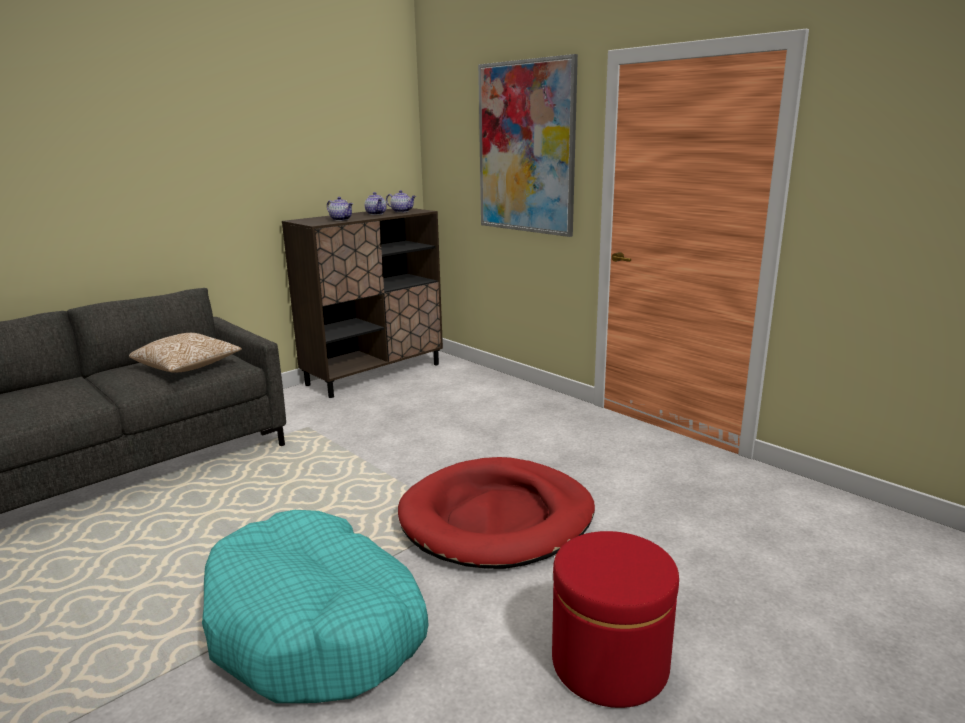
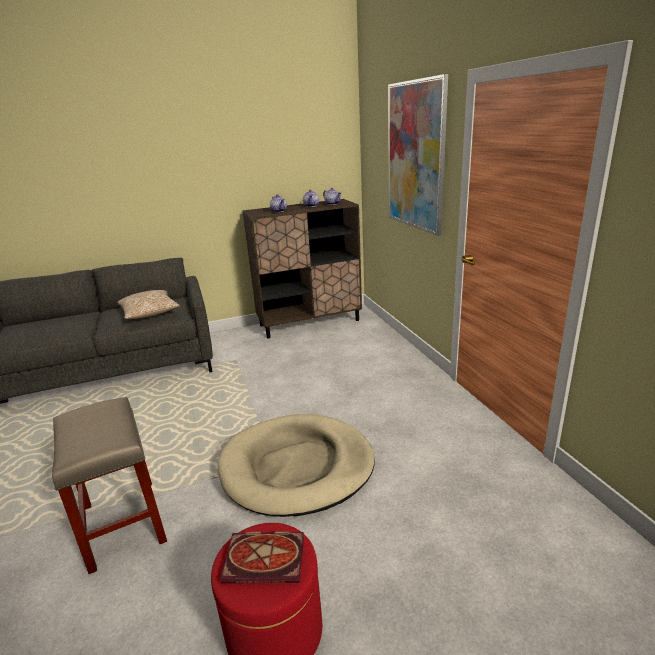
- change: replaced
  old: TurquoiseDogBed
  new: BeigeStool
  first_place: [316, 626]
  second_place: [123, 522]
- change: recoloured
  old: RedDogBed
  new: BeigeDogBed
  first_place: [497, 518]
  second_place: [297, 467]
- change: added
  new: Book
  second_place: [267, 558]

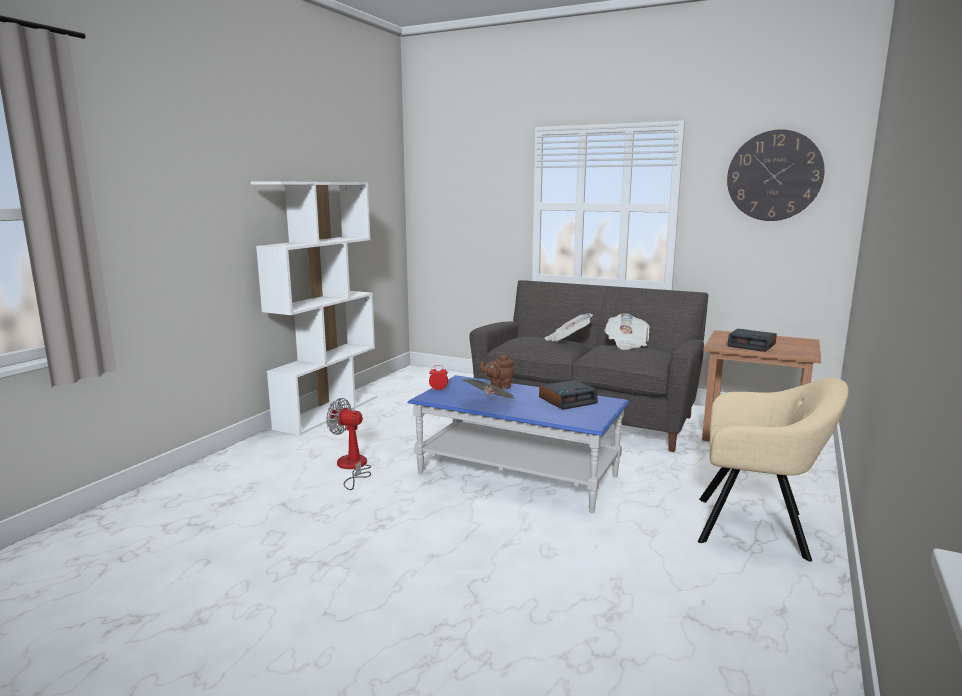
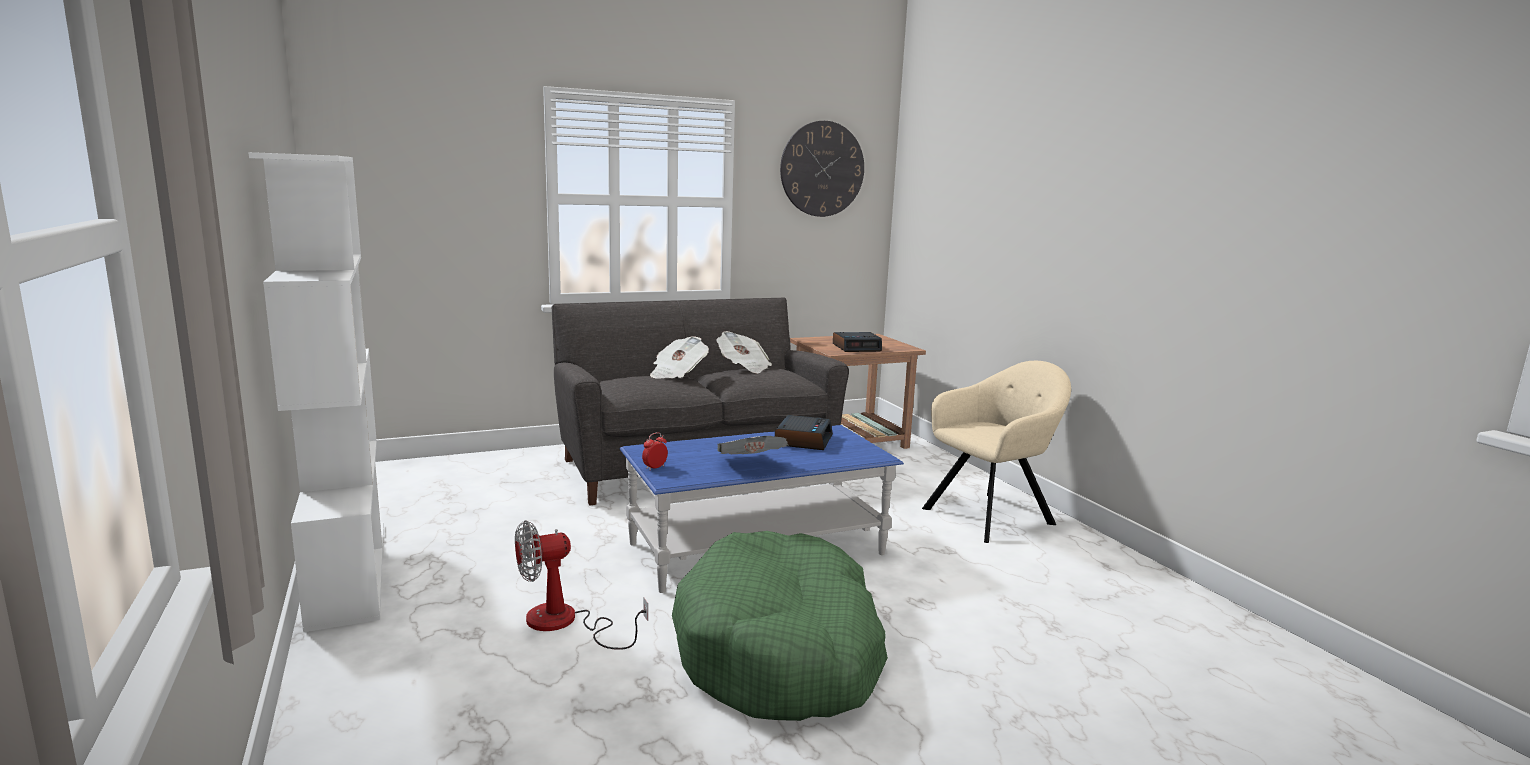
- change: added
  new: GreenDogBed
  second_place: [780, 651]
- change: removed
  old: BrownTeapot
  first_place: [498, 387]

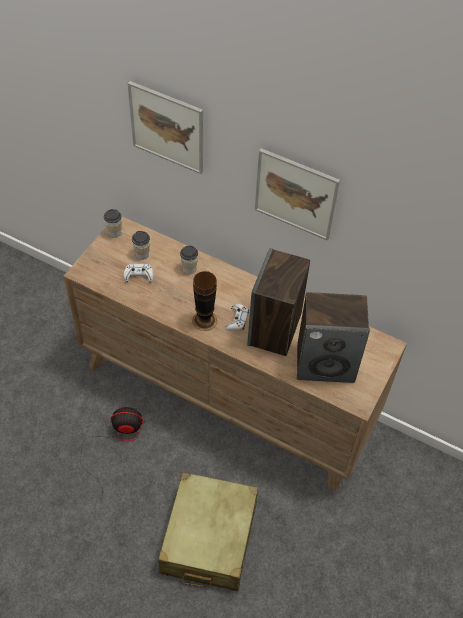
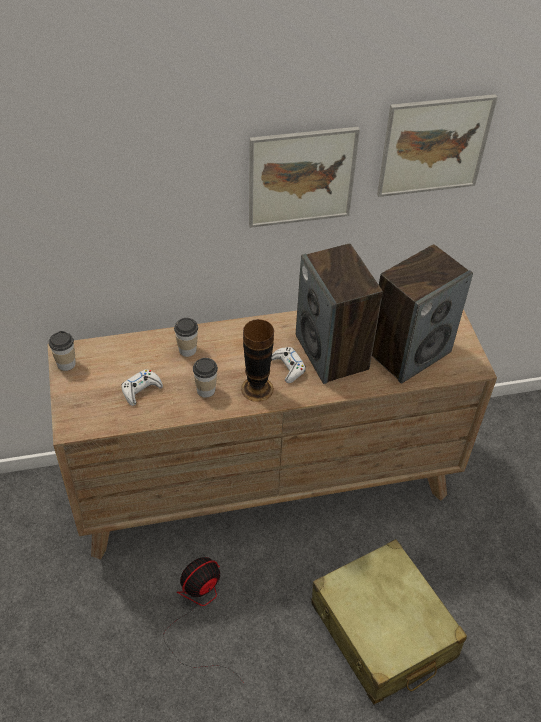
- change: moved
  old: Cup
  first_place: [142, 254]
  second_place: [206, 390]
- change: moved
  old: Picture
  first_place: [167, 127]
  second_place: [434, 145]

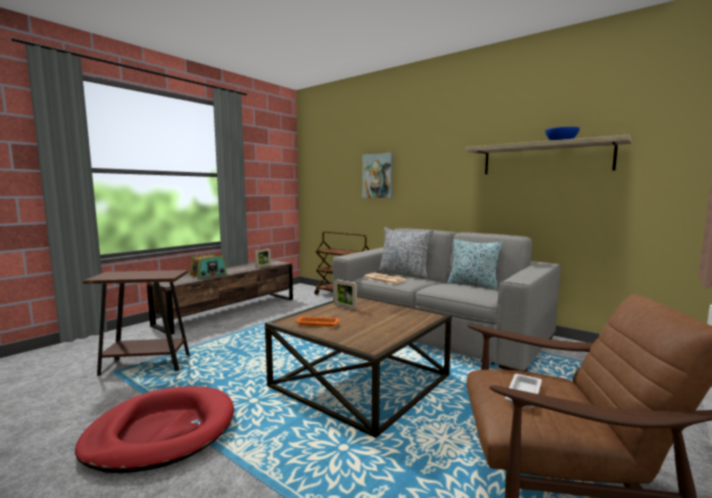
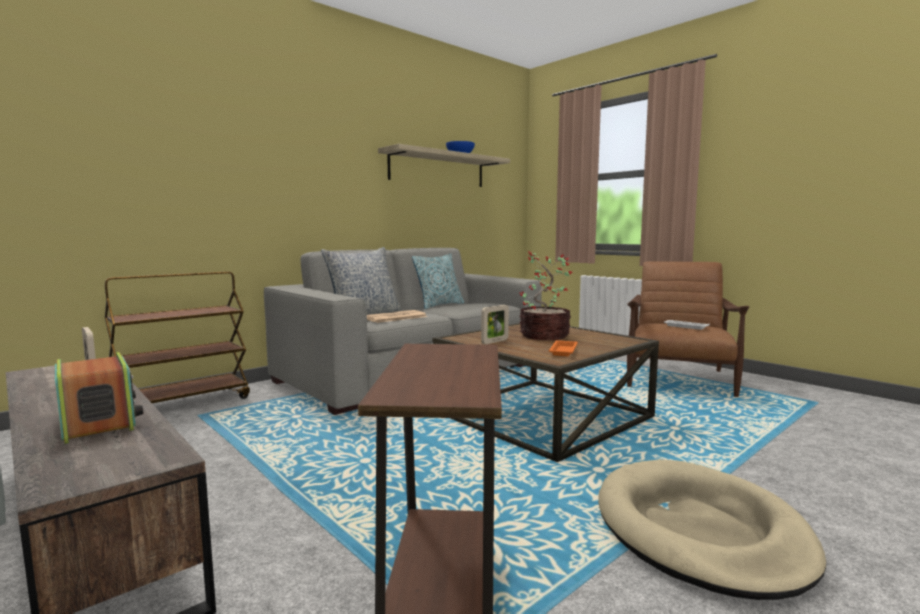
- change: added
  new: PottedPlant
  second_place: [543, 336]
- change: recoloured
  old: RedDogBed
  new: BeigeDogBed
  first_place: [161, 432]
  second_place: [699, 531]
- change: removed
  old: Picture
  first_place: [377, 176]

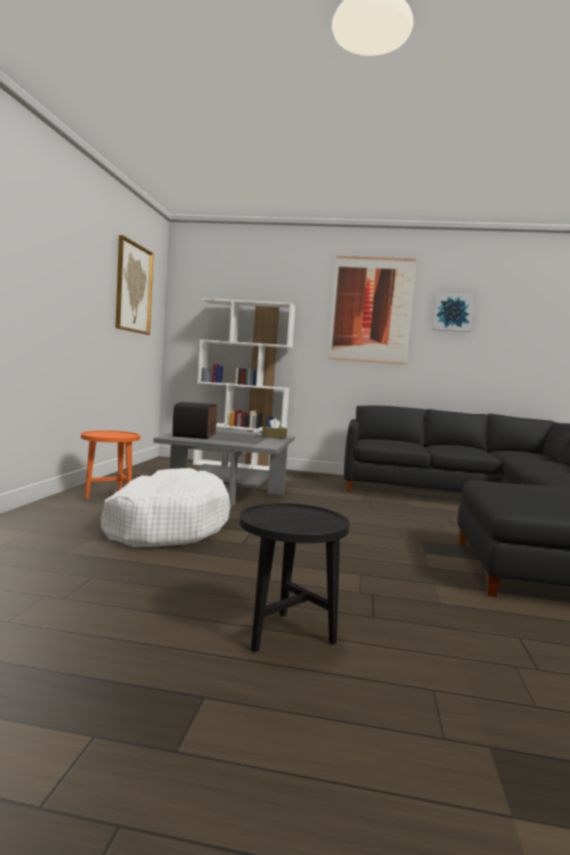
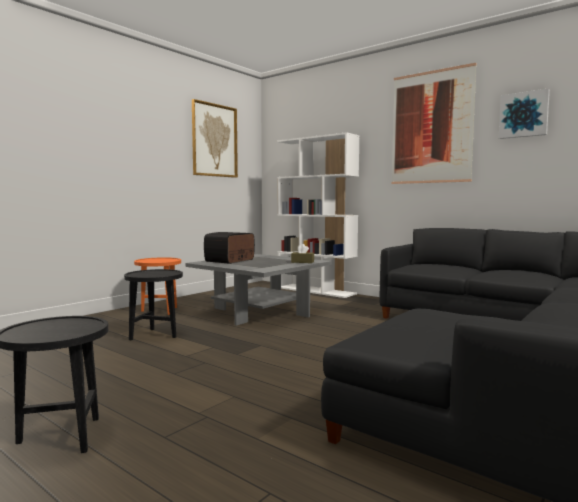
- change: replaced
  old: WhiteDogBed
  new: BlackSideTable
  first_place: [165, 526]
  second_place: [155, 336]

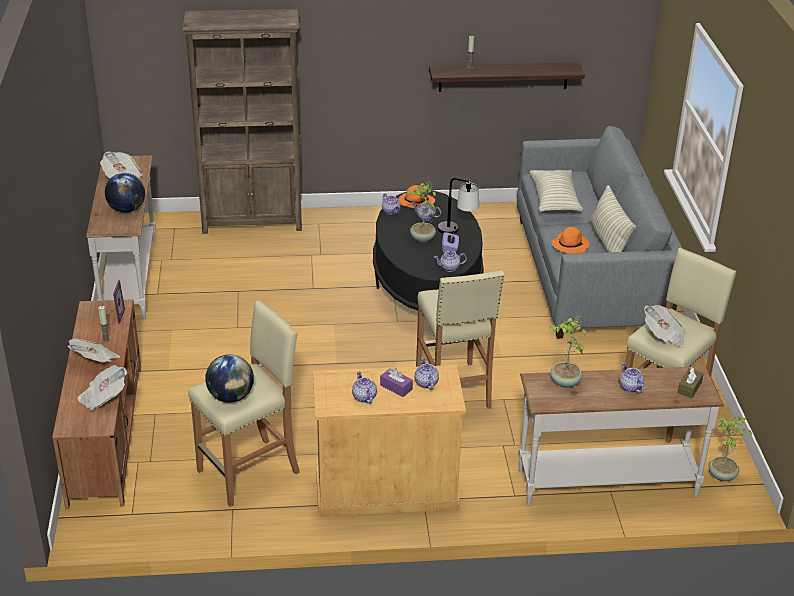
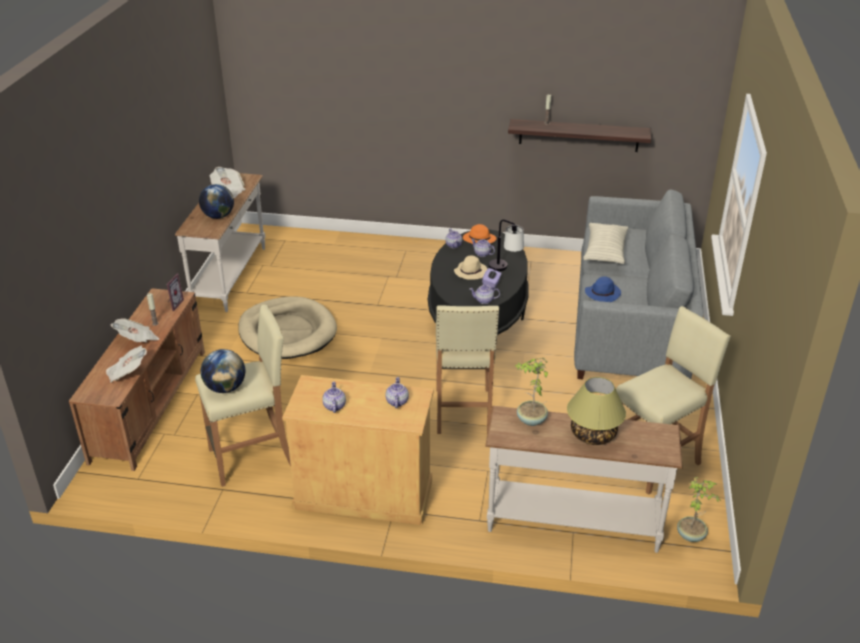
- change: added
  new: BeigeDogBed
  second_place: [287, 332]
- change: replaced
  old: PottedPlant
  new: BeigeHat
  first_place: [422, 239]
  second_place: [470, 272]
- change: replaced
  old: Teapot
  new: TableLamp
  first_place: [630, 387]
  second_place: [593, 435]
- change: recoloured
  old: OrangeHat
  new: BlueHat
  first_place: [570, 245]
  second_place: [603, 293]
- change: removed
  old: BrownBookcase
  first_place: [253, 222]
- change: removed
  old: PurpleTissueBox
  first_place: [396, 387]
- change: removed
  old: Pillow
  first_place: [608, 242]
- change: removed
  old: Newspaper
  first_place: [664, 336]
- change: removed
  old: BrownTissueBox
  first_place: [689, 388]

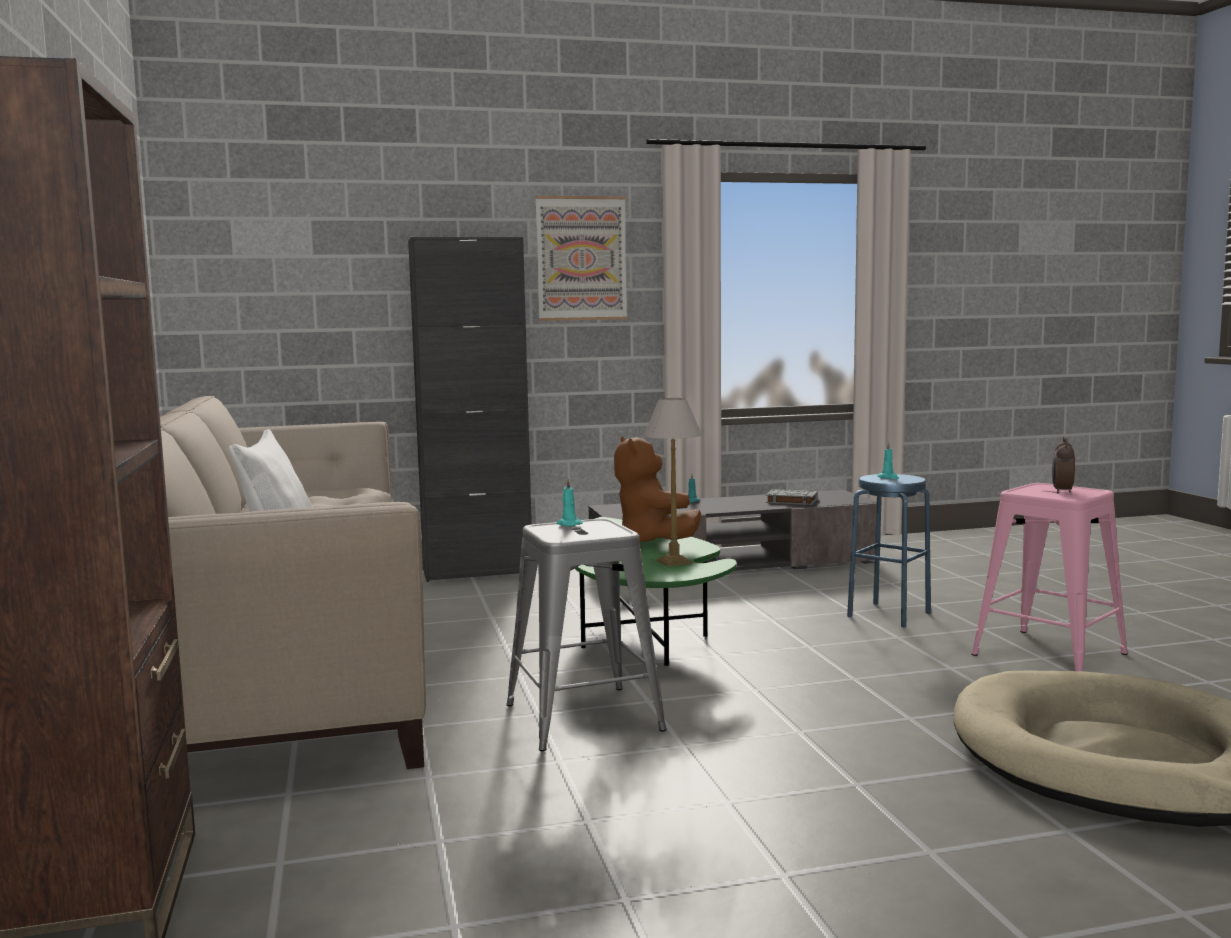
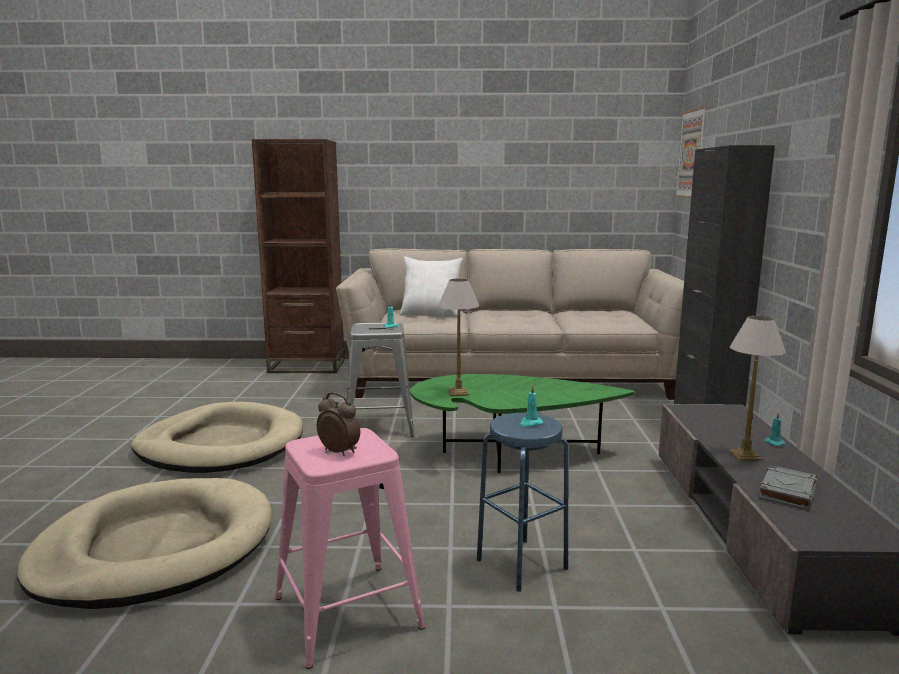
- change: added
  new: BeigeDogBed
  second_place: [221, 445]
- change: moved
  old: Picture
  first_place: [581, 258]
  second_place: [691, 154]
- change: added
  new: TableLamp
  second_place: [746, 455]
- change: removed
  old: BrownPlushToy
  first_place: [653, 542]

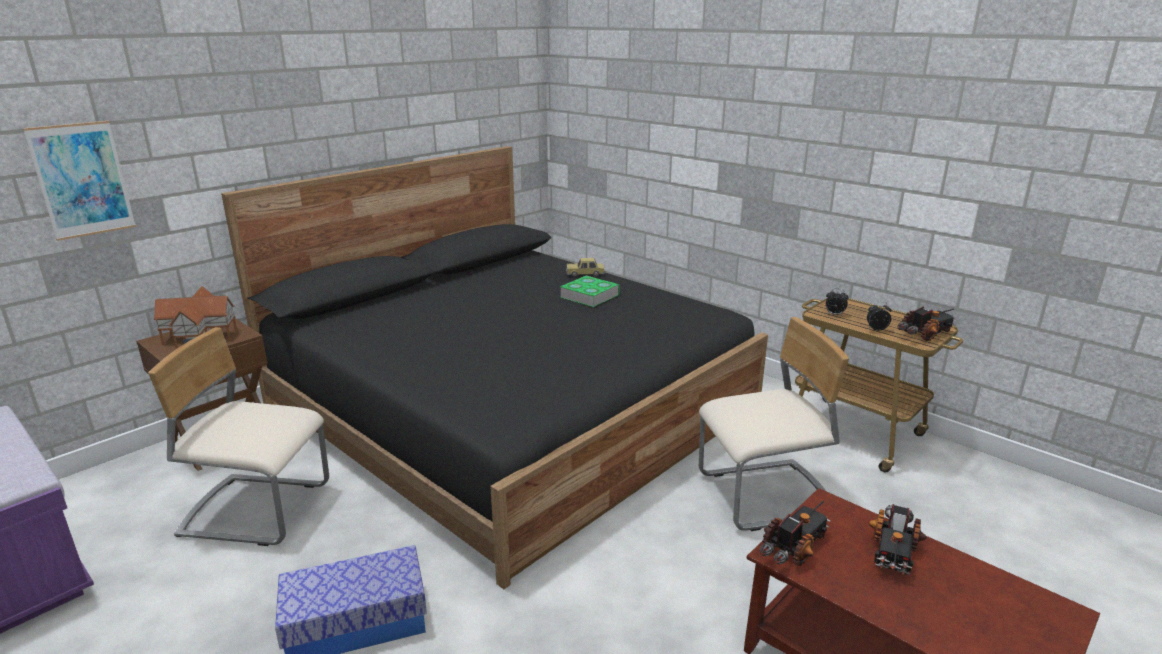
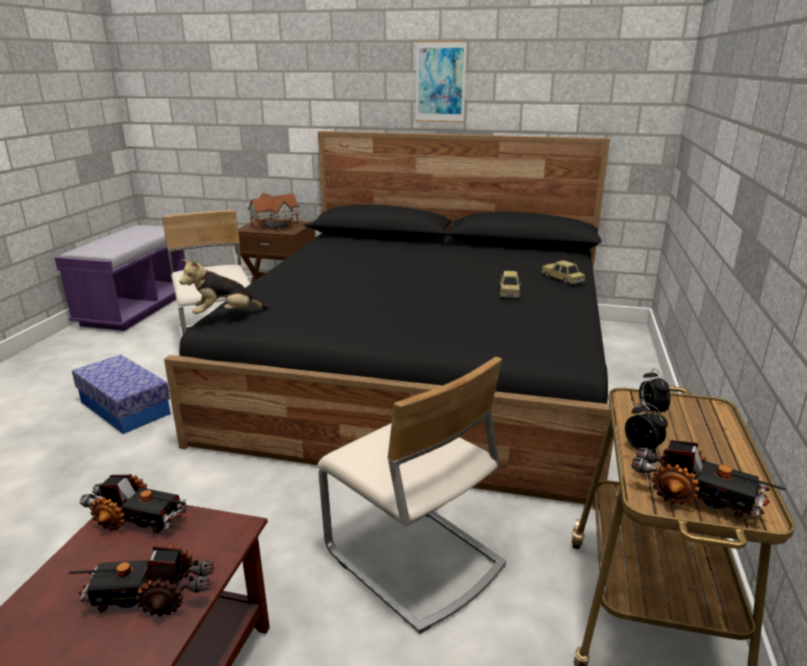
- change: added
  new: PlushToy
  second_place: [225, 315]
- change: moved
  old: Picture
  first_place: [82, 180]
  second_place: [440, 82]
- change: replaced
  old: Book
  new: ToyCar
  first_place: [589, 296]
  second_place: [509, 291]

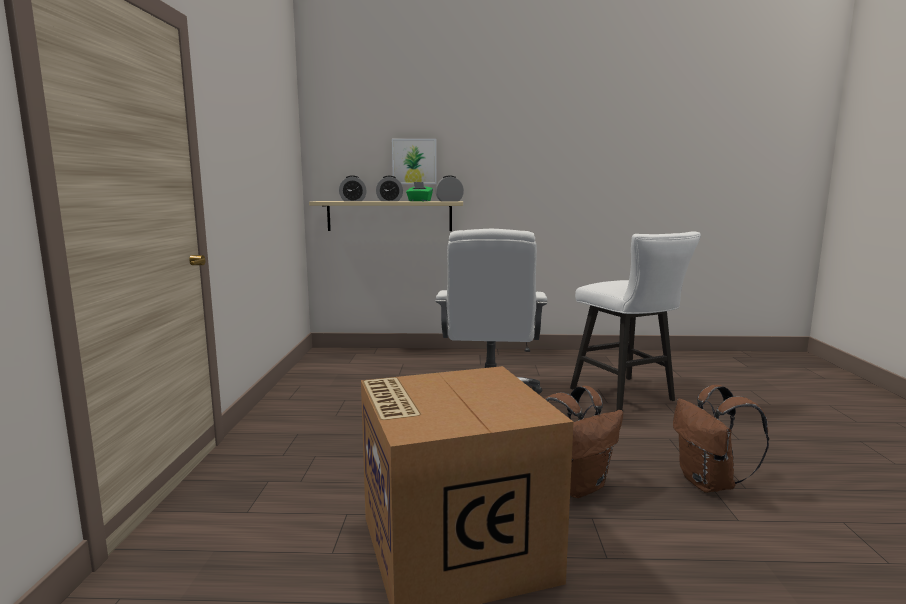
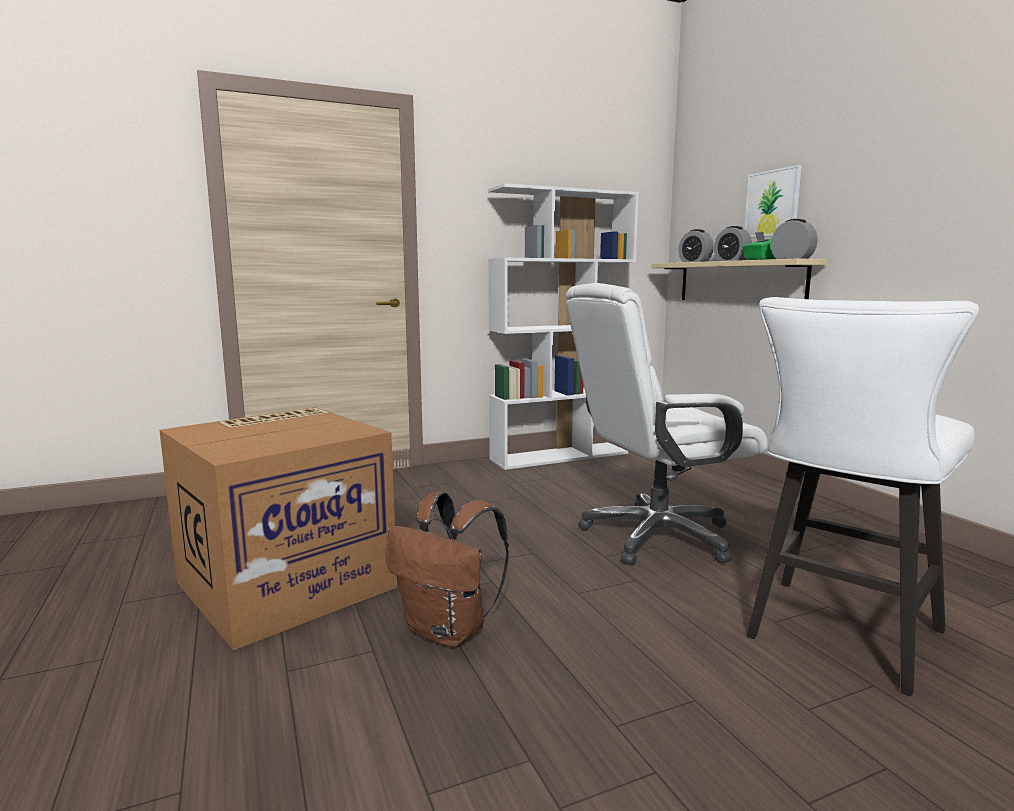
- change: added
  new: WhiteBookcase
  second_place: [560, 456]
- change: removed
  old: BrownBackpack
  first_place: [709, 484]

